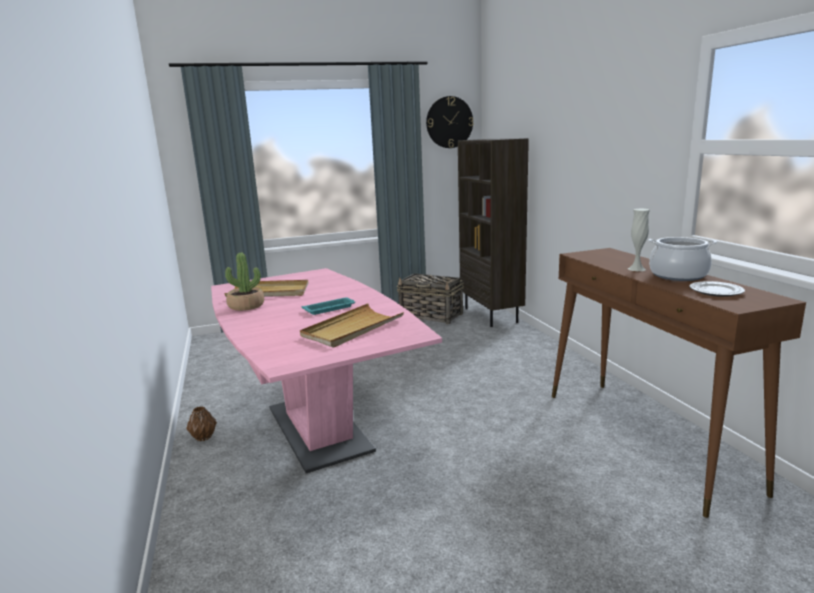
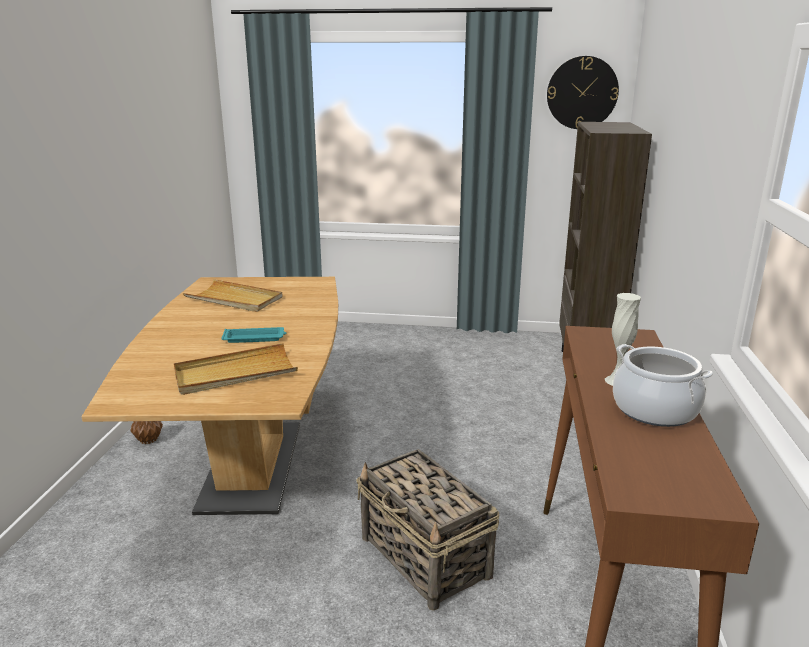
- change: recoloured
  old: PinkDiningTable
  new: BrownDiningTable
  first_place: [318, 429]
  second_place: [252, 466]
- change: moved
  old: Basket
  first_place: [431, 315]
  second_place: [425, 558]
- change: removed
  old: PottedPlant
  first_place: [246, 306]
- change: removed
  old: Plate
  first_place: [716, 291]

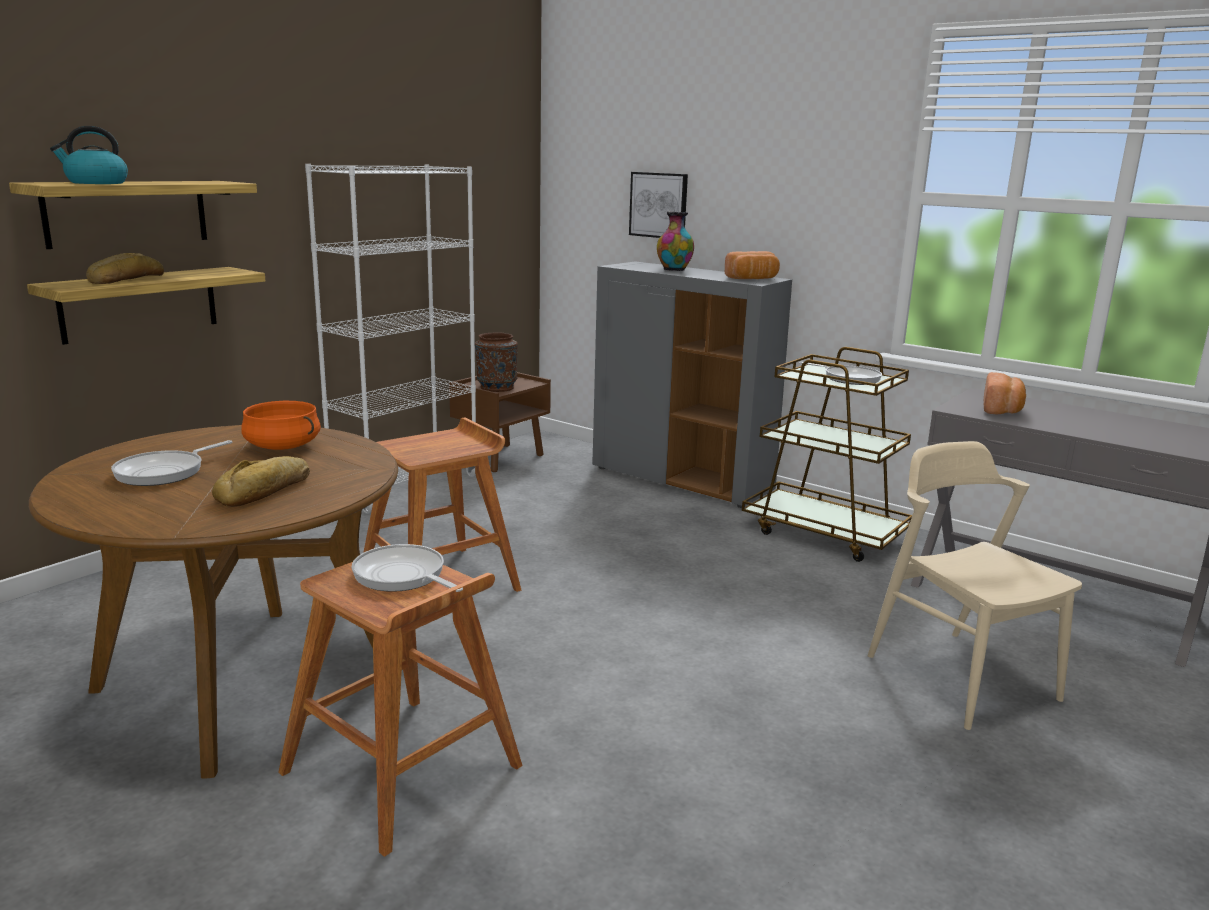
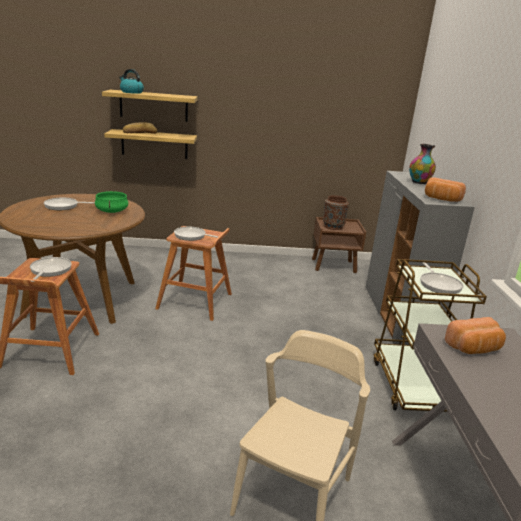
- change: recoloured
  old: OrangeCookingPot
  new: GreenCookingPot
  first_place: [282, 446]
  second_place: [111, 211]
- change: added
  new: FryingPan
  second_place: [191, 236]
- change: removed
  old: Bread
  first_place: [266, 490]
- change: removed
  old: WhiteBookcase
  first_place: [405, 488]
- change: removed
  old: Picture
  first_place: [659, 205]

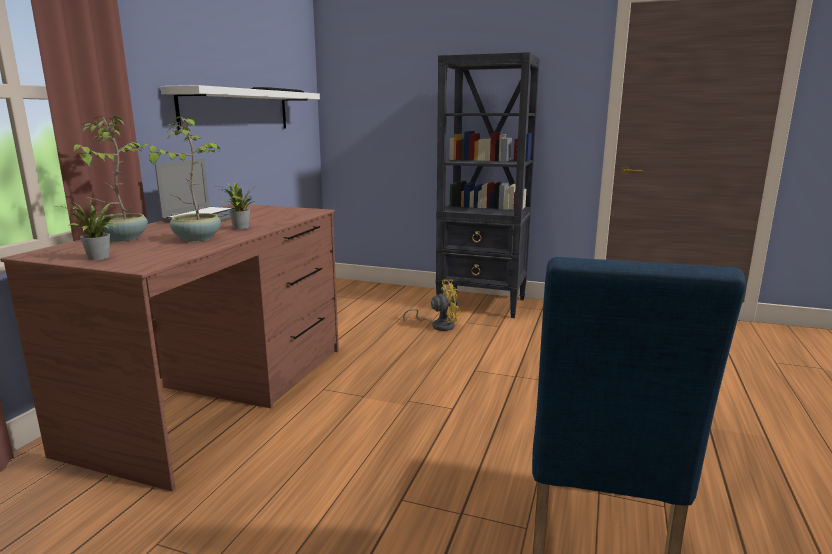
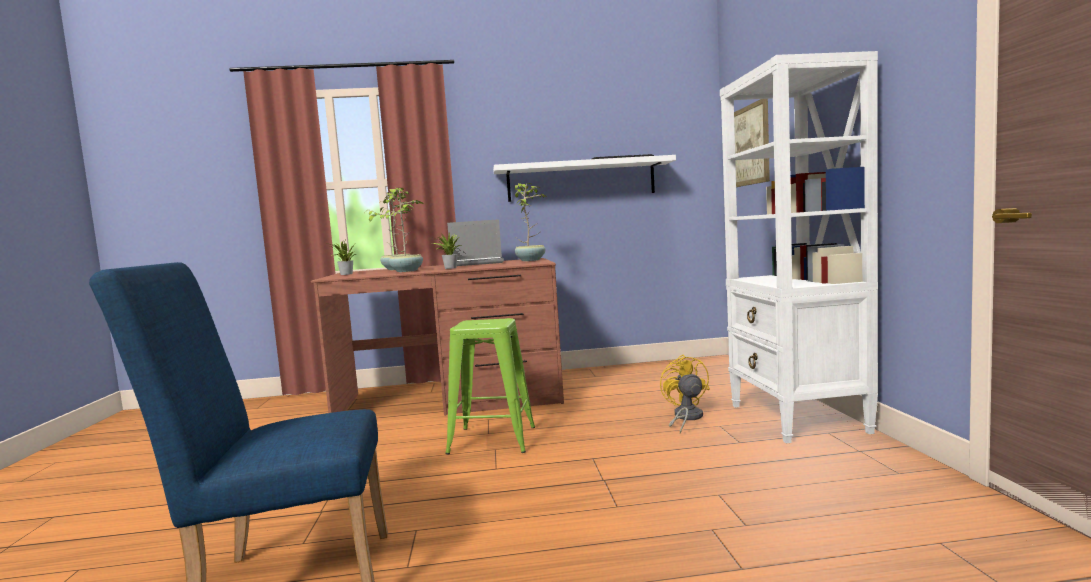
- change: added
  new: GreenStool
  second_place: [493, 440]
- change: added
  new: PottedPlant
  second_place: [531, 260]
- change: turned
  old: YellowFan
  first_place: [438, 325]
  second_place: [685, 418]
  degrees: -150
- change: recoloured
  old: BlackBookcase
  new: WhiteBookcase
  first_place: [482, 304]
  second_place: [797, 419]
- change: added
  new: Picture
  second_place: [749, 145]

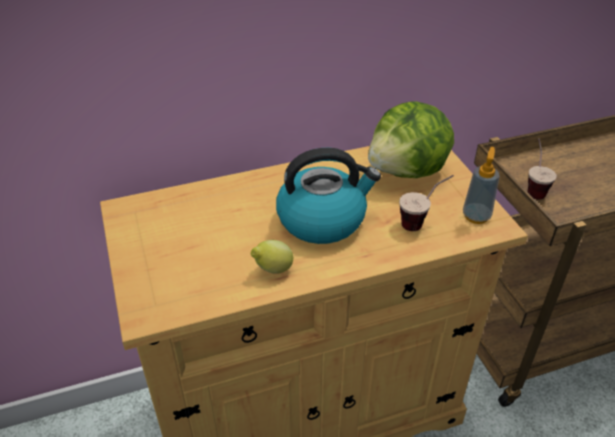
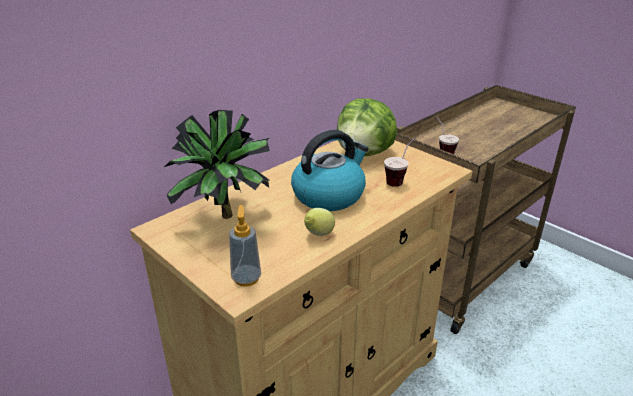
- change: added
  new: PottedPlant
  second_place: [225, 220]
- change: moved
  old: SoapDispenser
  first_place: [476, 216]
  second_place: [246, 278]

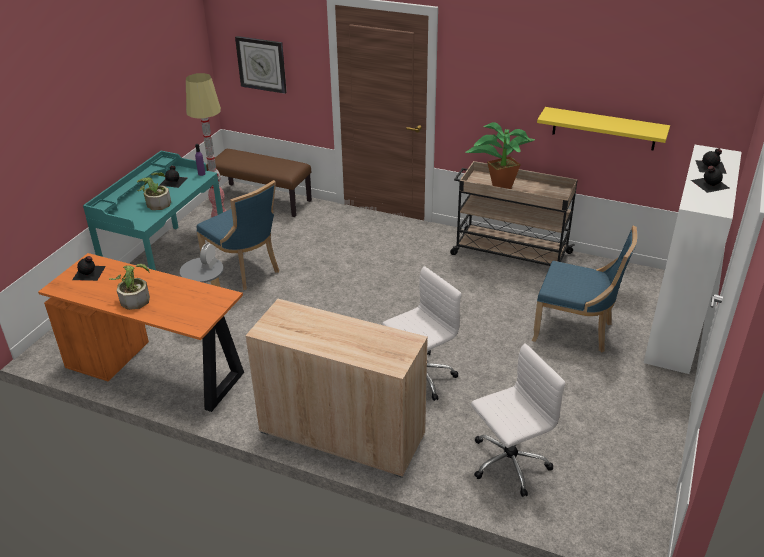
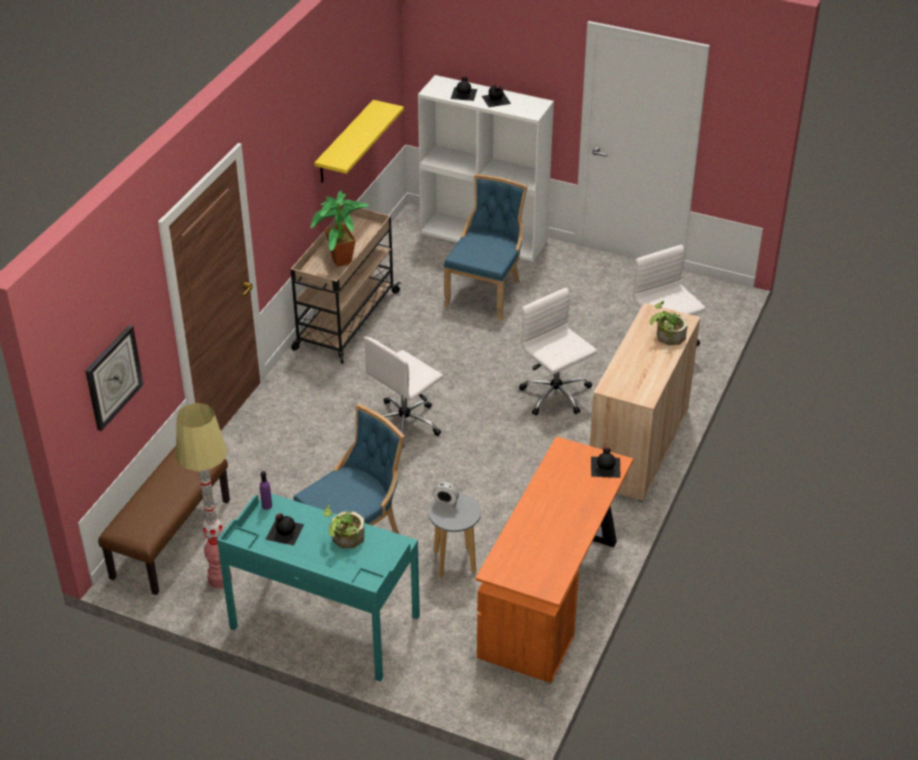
- change: added
  new: WhiteOfficeChair
  second_place: [405, 423]
- change: moved
  old: BlackBottle
  first_place: [89, 273]
  second_place: [606, 466]
- change: moved
  old: PottedPlant
  first_place: [135, 298]
  second_place: [666, 337]

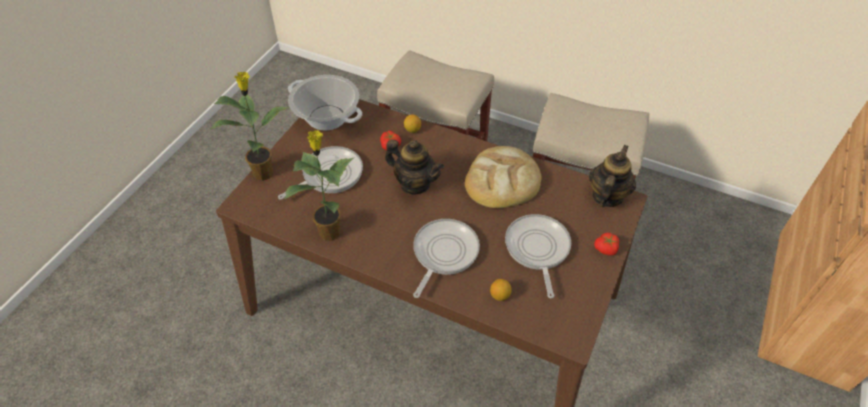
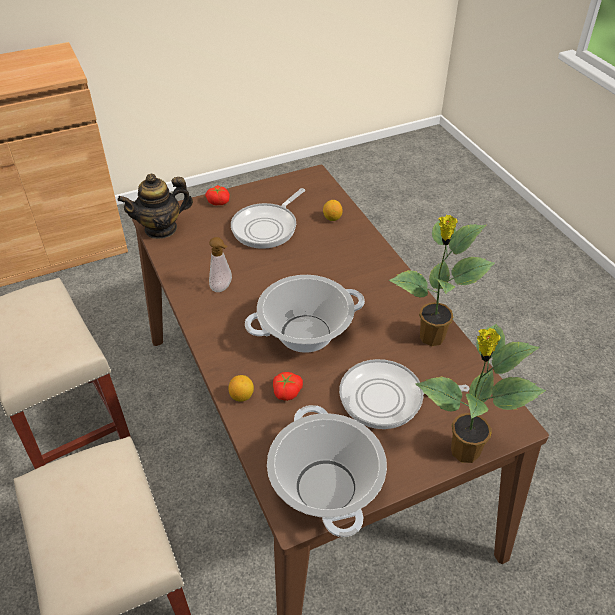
- change: replaced
  old: Bread
  new: SoapDispenser
  first_place: [502, 180]
  second_place: [223, 288]
- change: replaced
  old: Teapot
  new: CookingPot
  first_place: [415, 184]
  second_place: [306, 334]
- change: removed
  old: FryingPan
  first_place: [443, 253]

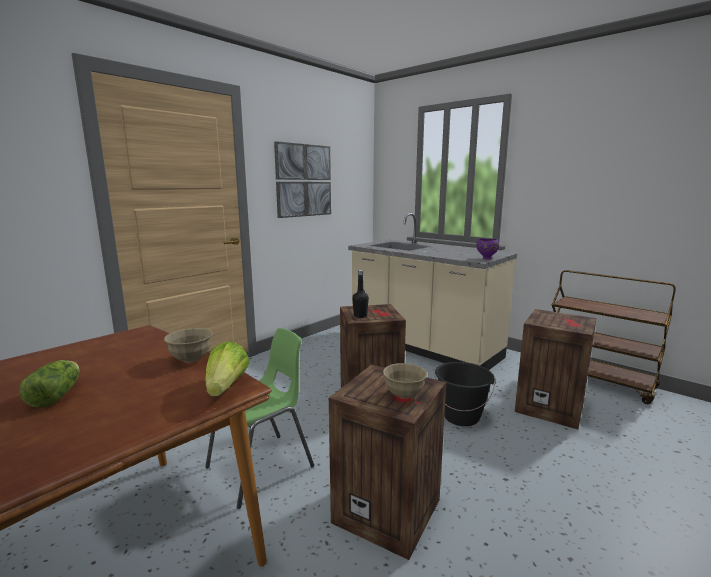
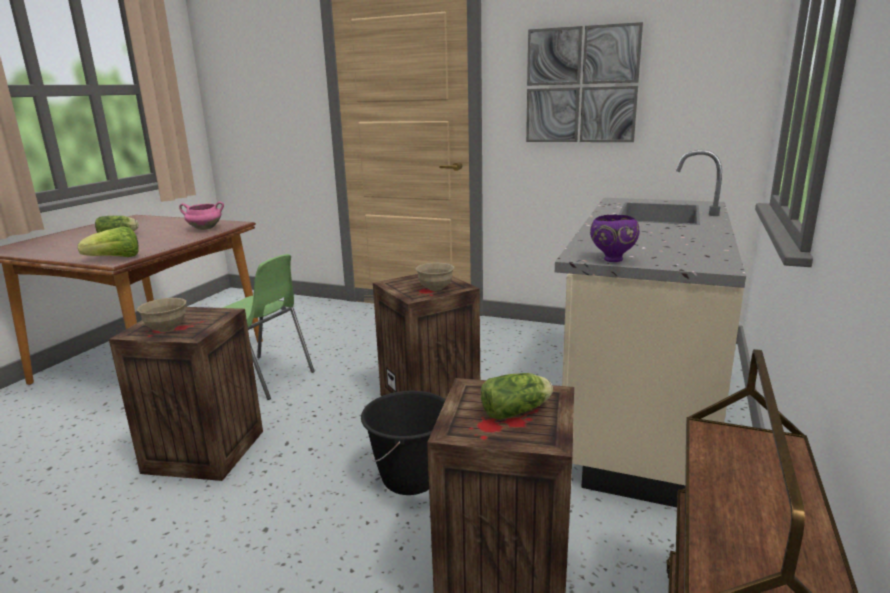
- change: added
  new: PinkCookingPot
  second_place: [204, 229]
- change: moved
  old: BeigeBowl
  first_place: [191, 359]
  second_place: [435, 289]
- change: added
  new: Lettuce
  second_place: [518, 411]
- change: removed
  old: BlackBottle
  first_place: [360, 316]

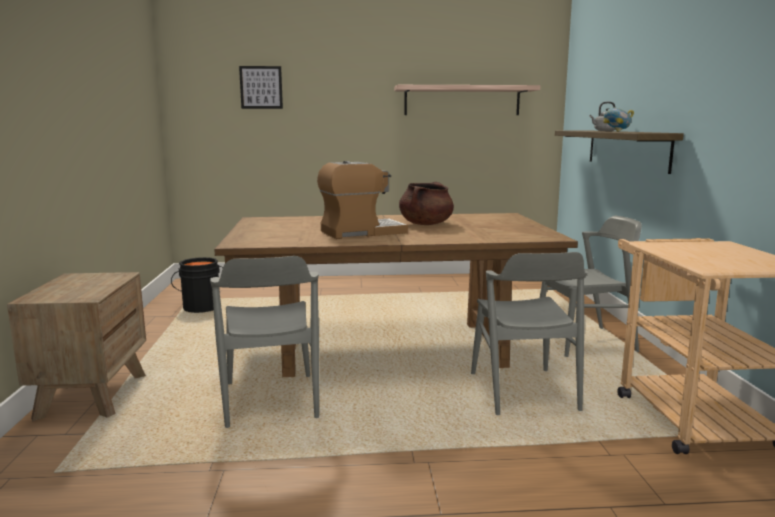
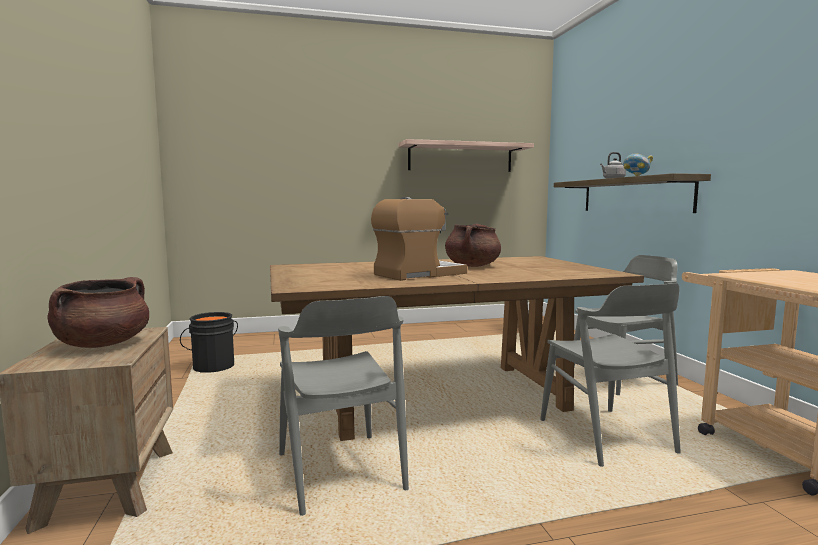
- change: added
  new: BrownCookingPot
  second_place: [103, 344]
- change: removed
  old: Picture
  first_place: [261, 87]

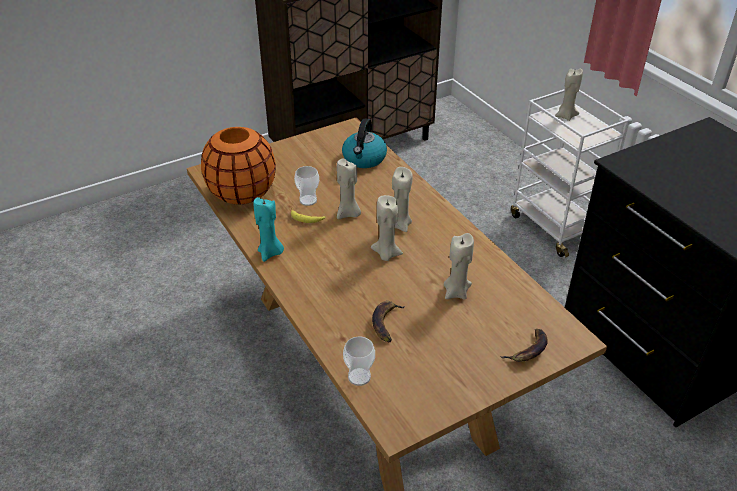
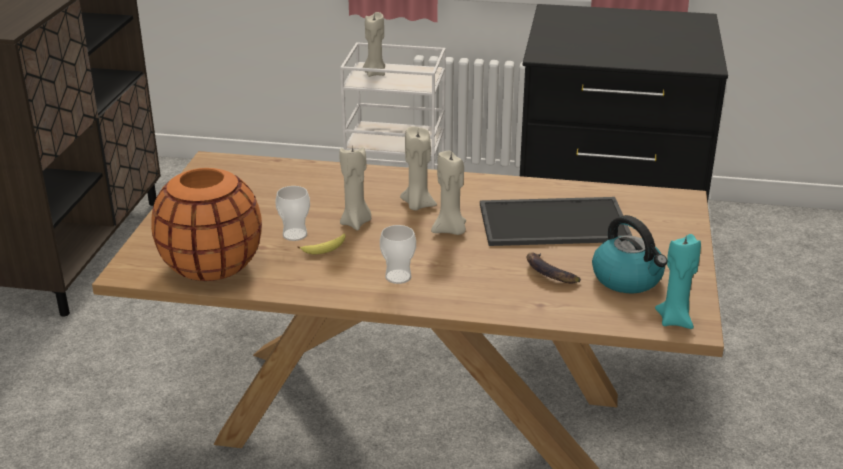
- change: moved
  old: Cup
  first_place: [359, 377]
  second_place: [398, 277]
- change: replaced
  old: BeigeCandle
  new: Tray
  first_place: [456, 292]
  second_place: [555, 221]
- change: moved
  old: Kettle
  first_place: [364, 159]
  second_place: [628, 279]
- change: moved
  old: TurquoiseCandle
  first_place: [270, 253]
  second_place: [675, 320]
- change: removed
  old: Banana
  first_place: [528, 350]

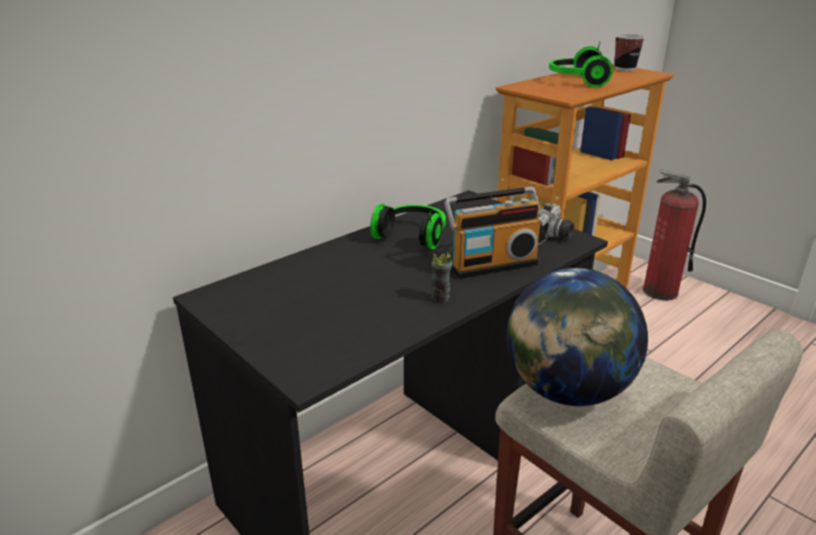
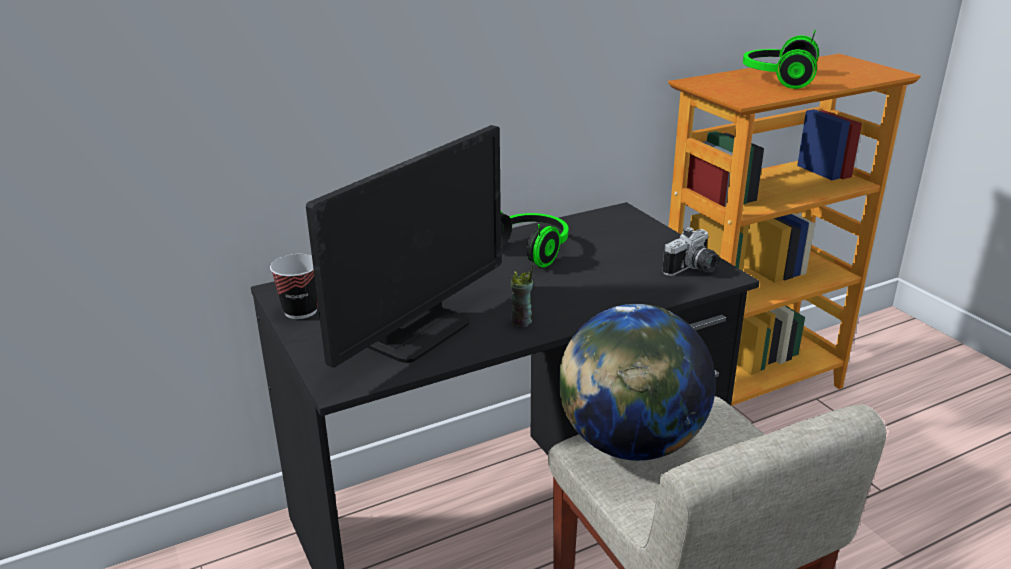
- change: moved
  old: Cup
  first_place: [625, 69]
  second_place: [300, 311]
- change: added
  new: Monitor
  second_place: [417, 332]
- change: removed
  old: Radio
  first_place: [492, 264]
- change: removed
  old: FireExtinguisher
  first_place: [660, 291]

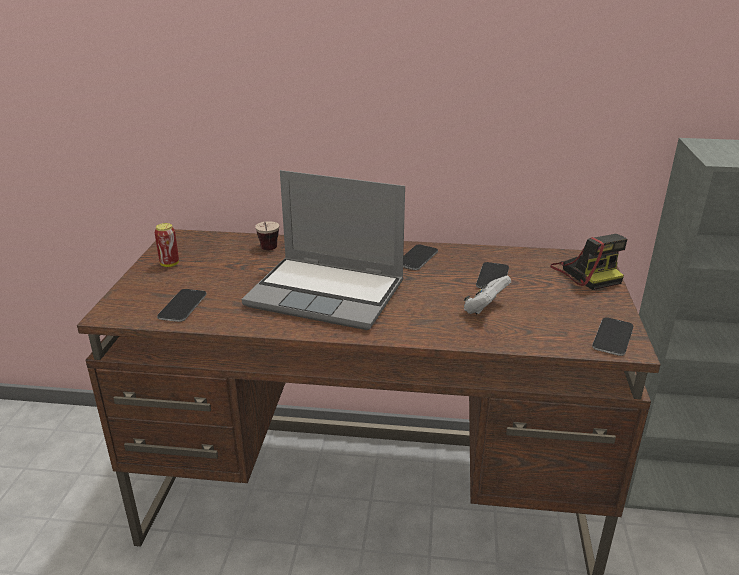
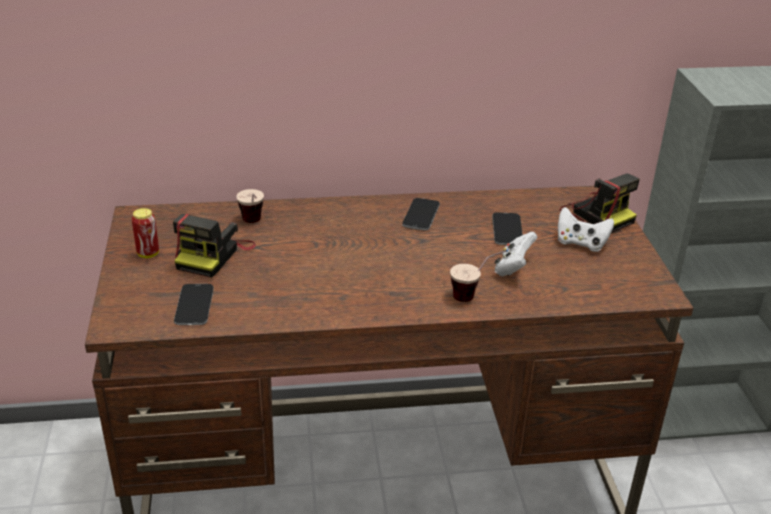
- change: added
  new: PhotoCamera
  second_place: [213, 255]
- change: added
  new: Cup
  second_place: [475, 295]
- change: added
  new: WhiteGameController
  second_place: [581, 243]
- change: removed
  old: Laptop
  first_place: [328, 294]
- change: removed
  old: Phone
  first_place: [612, 337]

